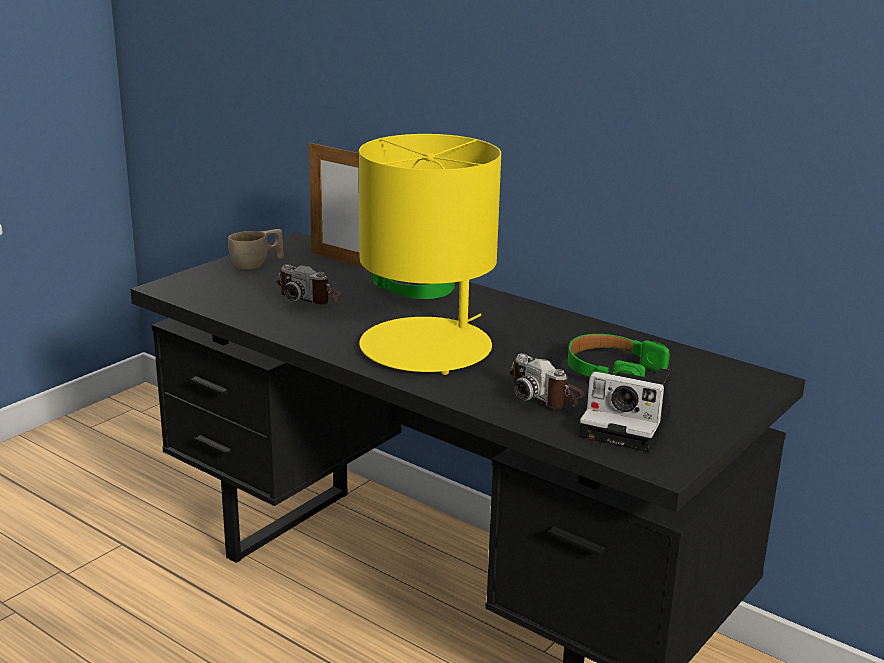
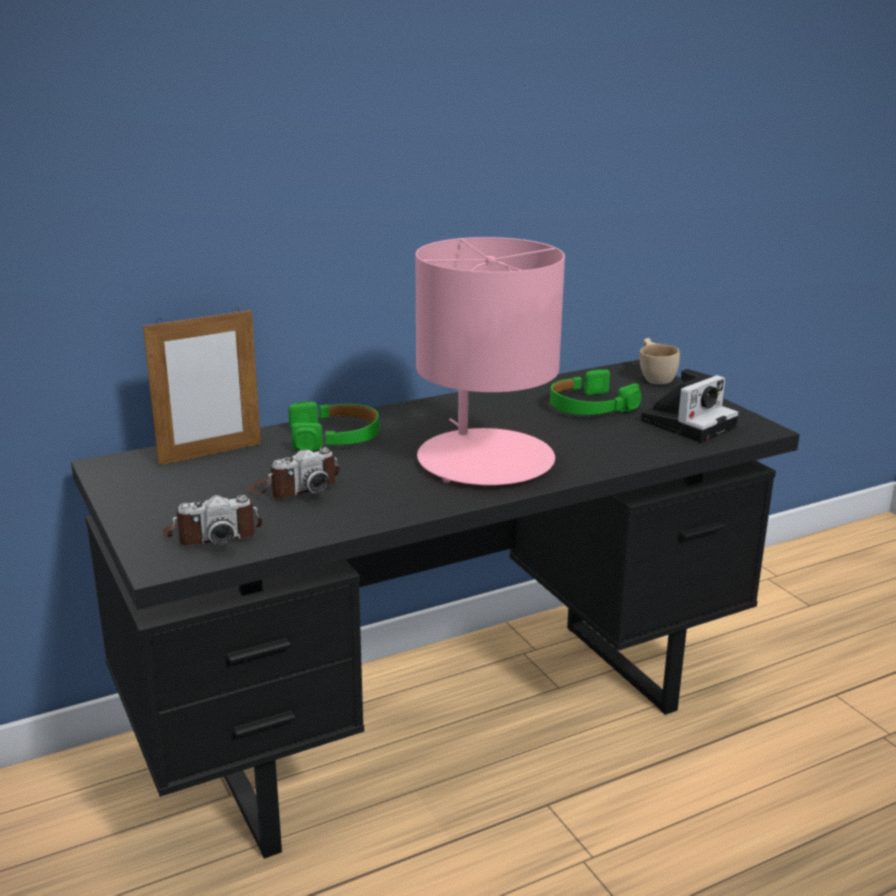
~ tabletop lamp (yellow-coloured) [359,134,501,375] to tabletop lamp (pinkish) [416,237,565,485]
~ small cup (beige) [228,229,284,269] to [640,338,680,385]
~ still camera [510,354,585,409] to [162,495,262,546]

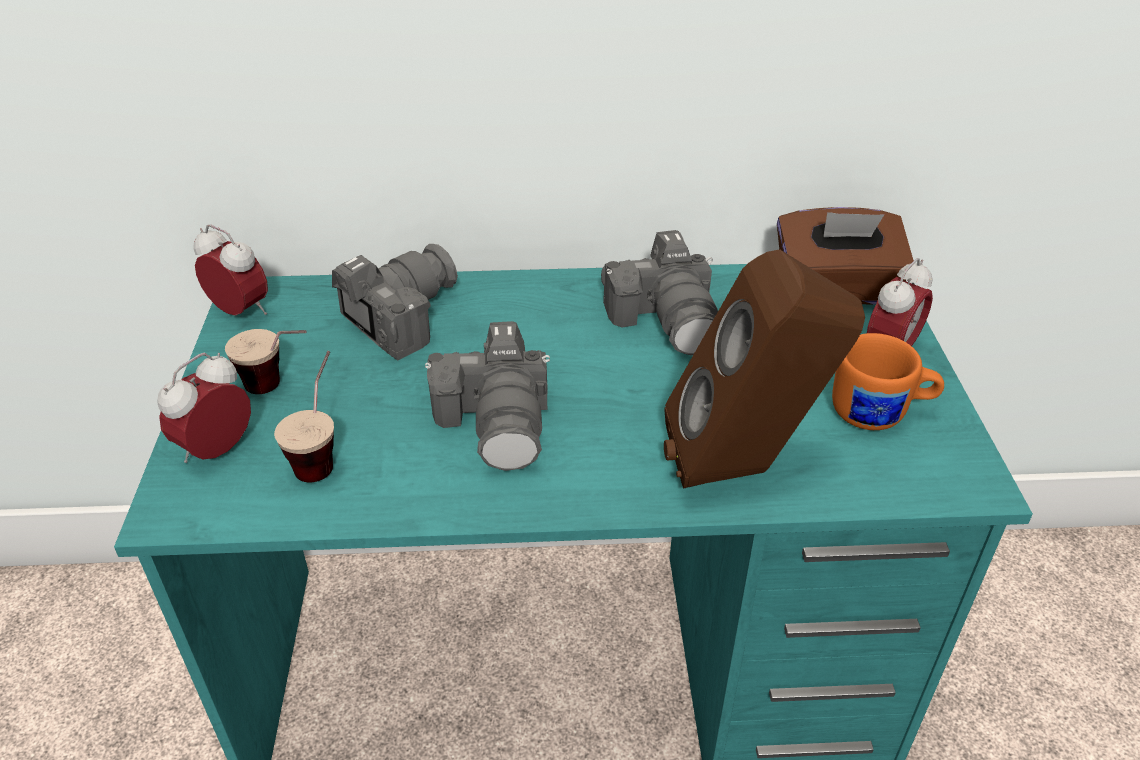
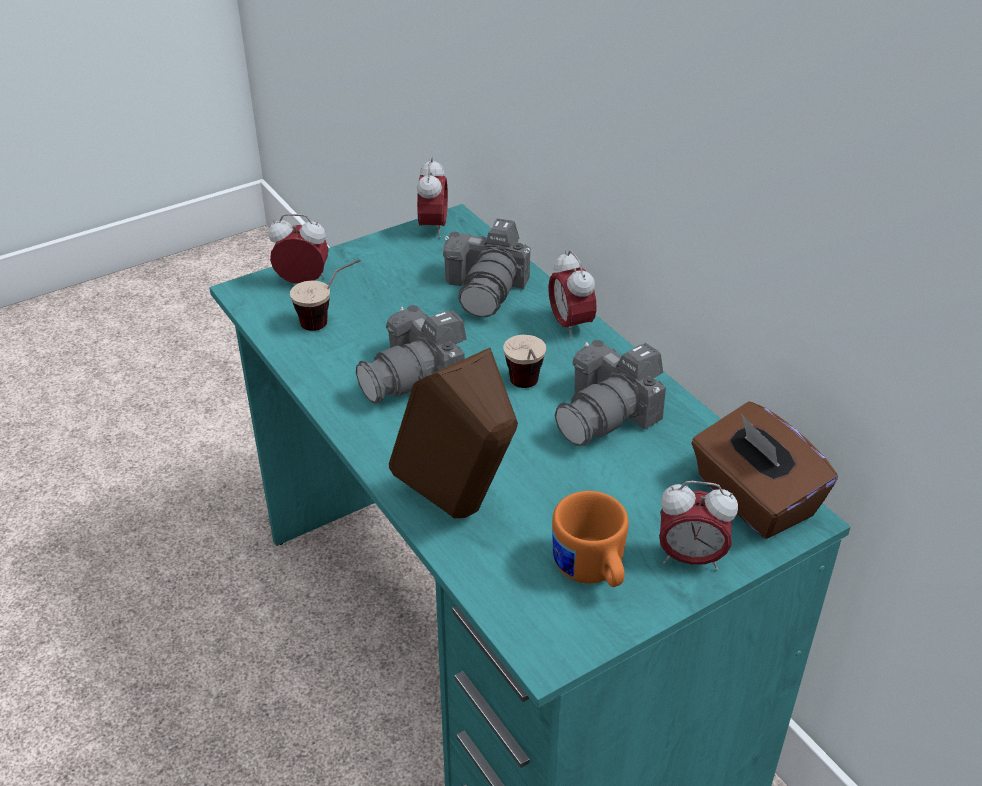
~ still camera [332,244,458,361] = [443,218,530,317] 90 degrees clockwise
~ small cup [225,329,307,394] to [503,335,546,388]
+ alarm clock [548,250,596,340]

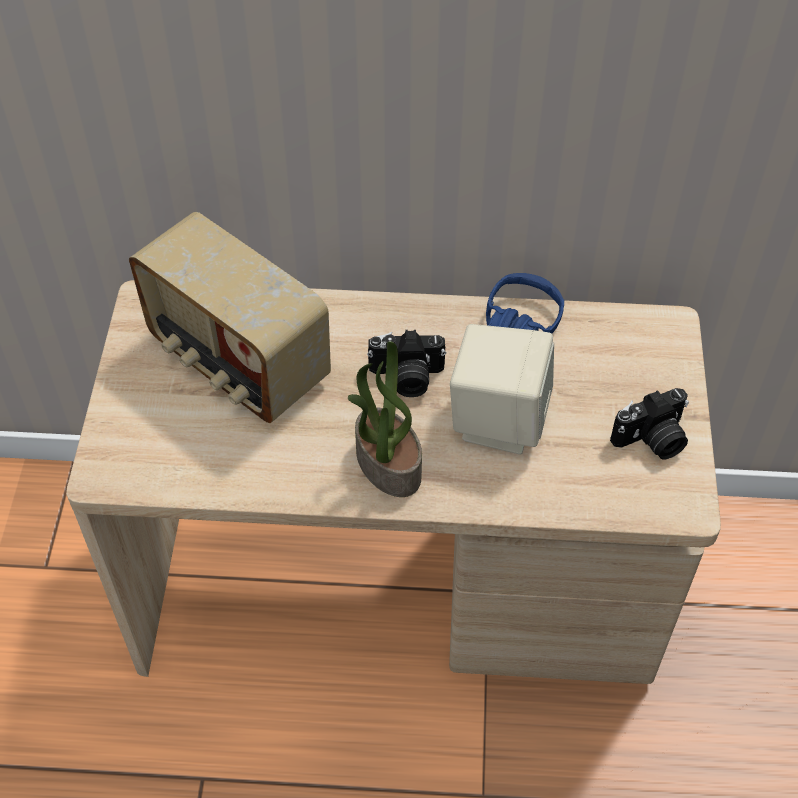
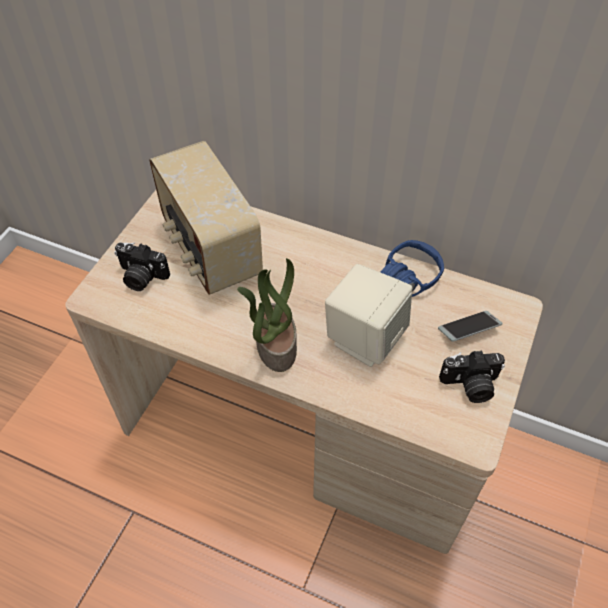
~ still camera [367,330,446,397] to [114,243,170,291]
+ phone [438,311,503,342]

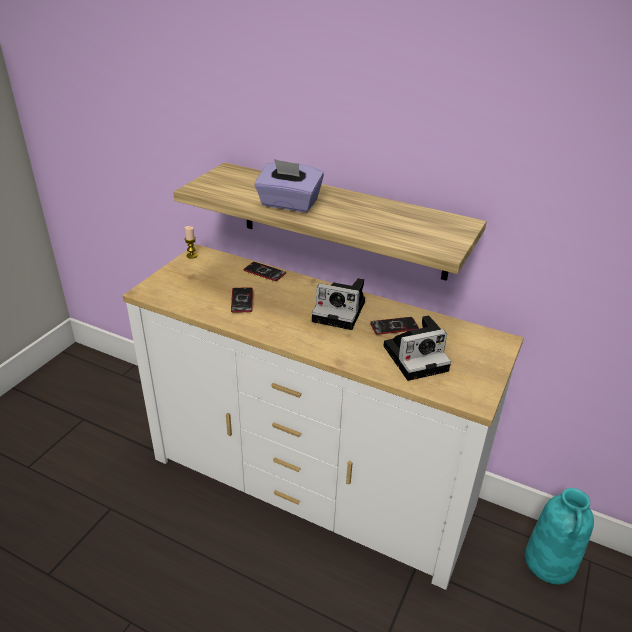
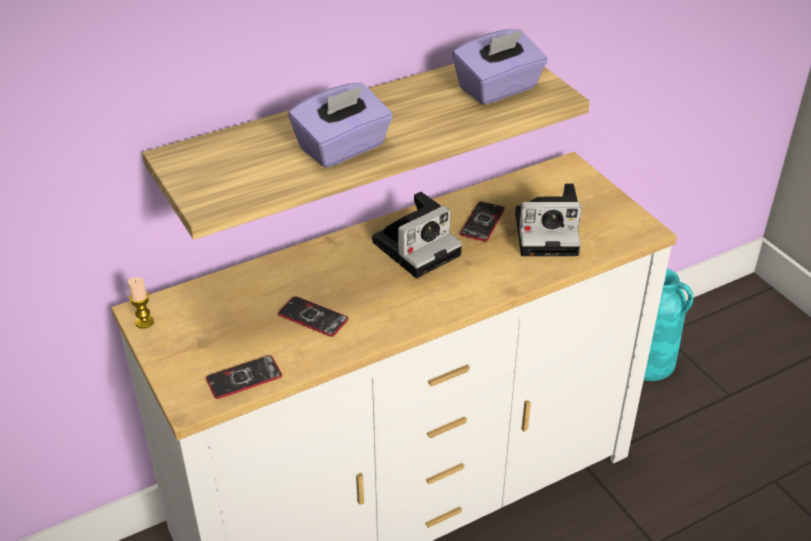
~ phone [244,262,286,281] to [206,355,282,399]
~ still camera [384,315,451,381] = [515,183,581,256] 75 degrees clockwise
+ tissue box (purplish) [452,29,547,105]

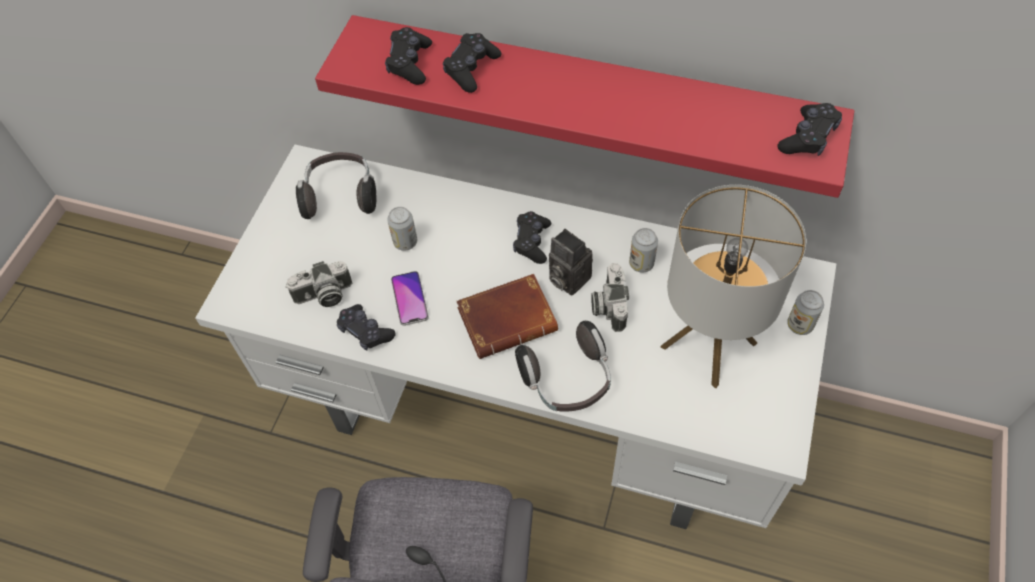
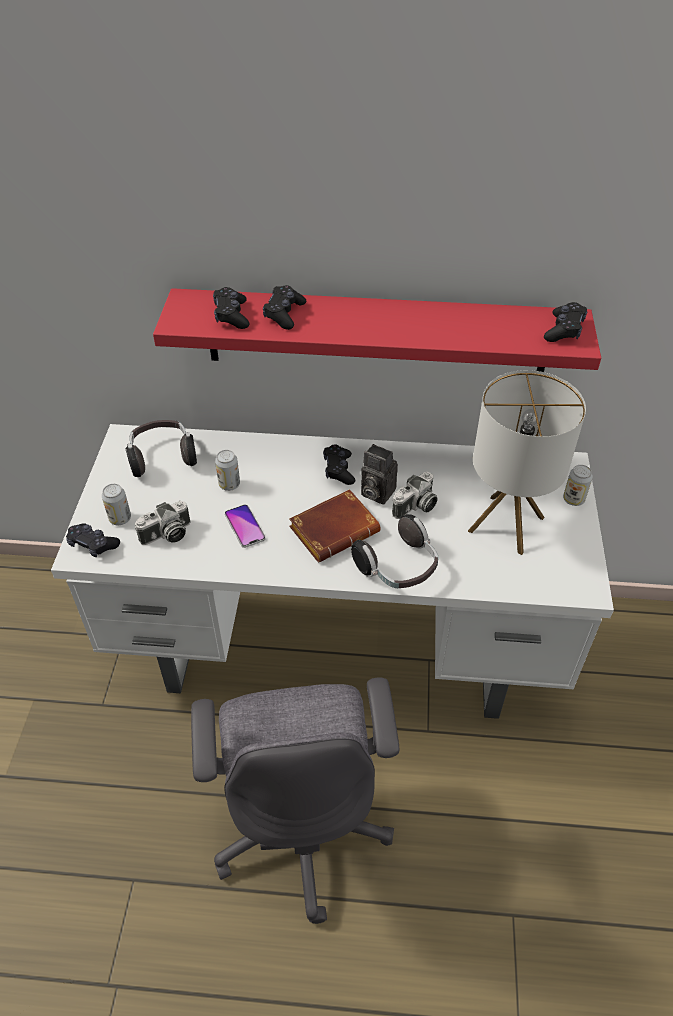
~ metal can [629,228,658,273] to [102,484,131,525]
~ still camera [591,263,629,332] = [392,472,438,519] 120 degrees counterclockwise
~ gamepad (black-coloured) [337,304,396,351] to [66,523,120,557]

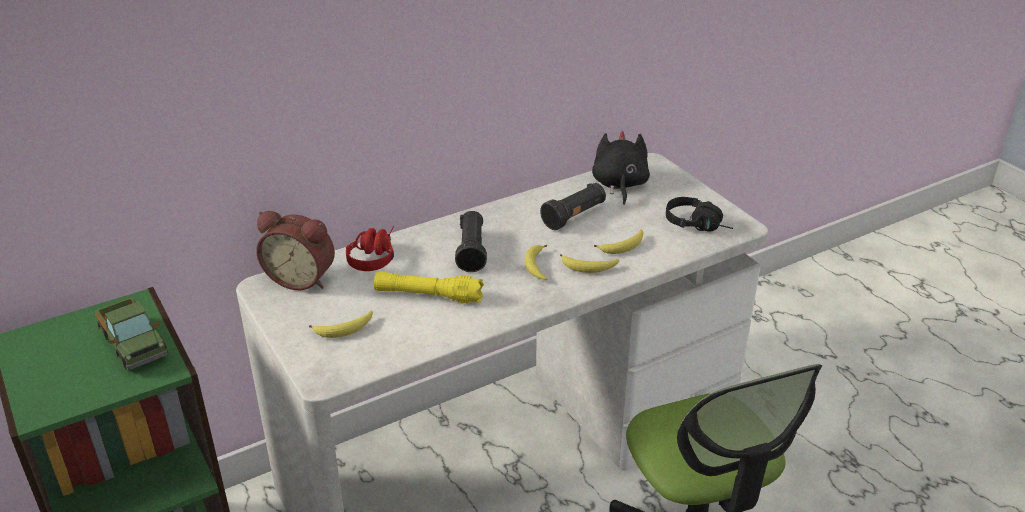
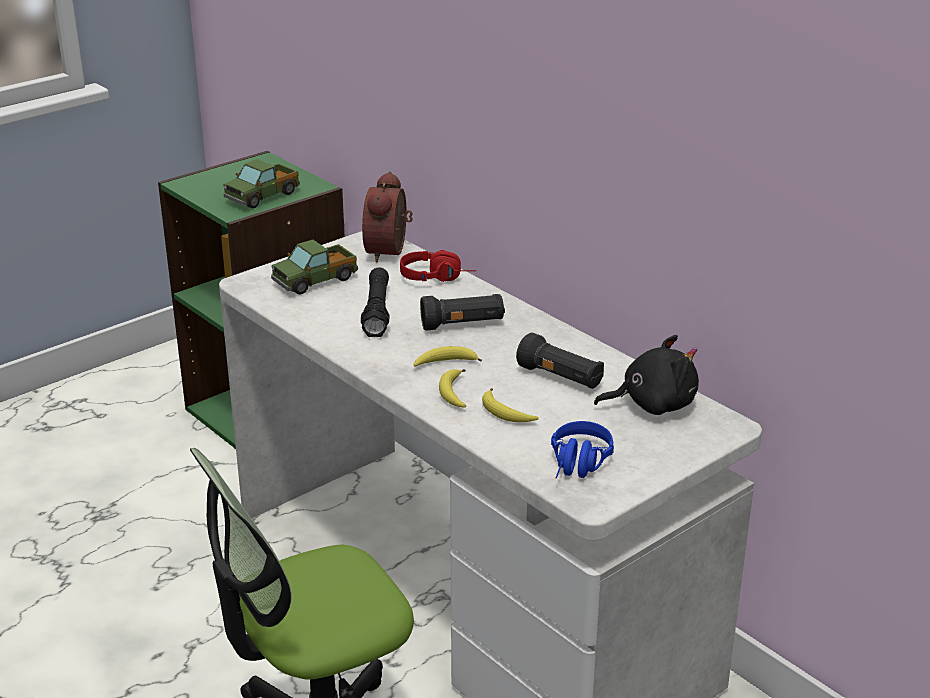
~ pair of headphones (black-coloured) [666,197,733,232] to pair of headphones (bluish) [551,421,614,479]
~ torch (yellow-coloured) [374,271,484,303] to torch (black-coloured) [361,267,389,337]
~ whole banana [309,311,373,338] to model truck [271,240,358,295]

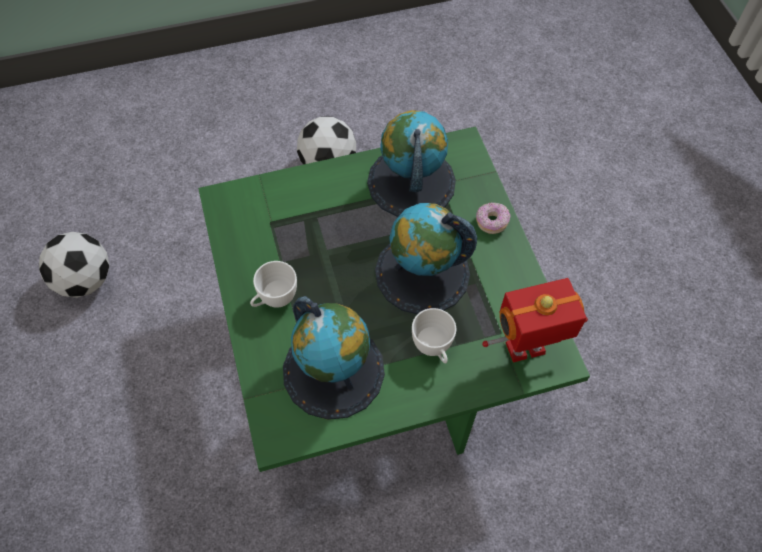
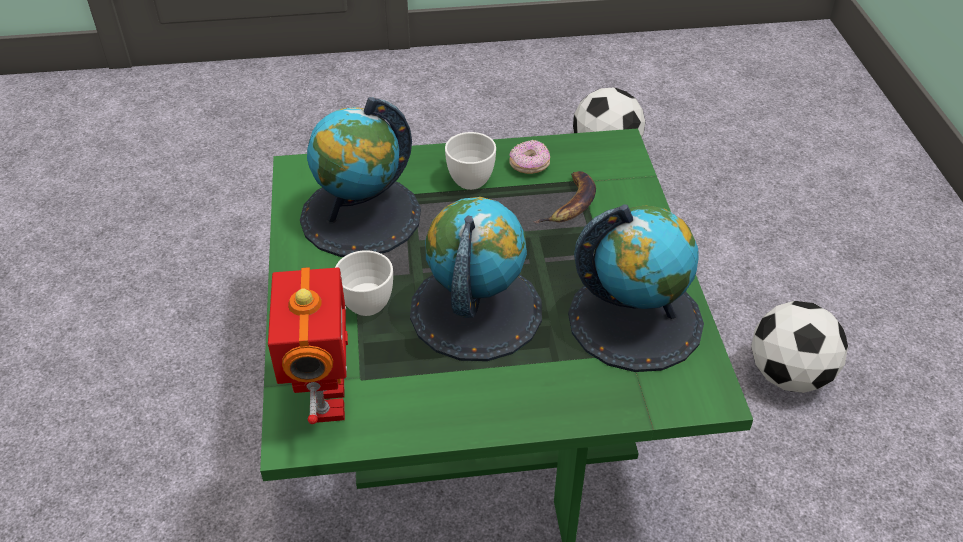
~ doughnut [476,203,510,234] to [509,140,550,174]
+ whole banana [533,171,596,223]

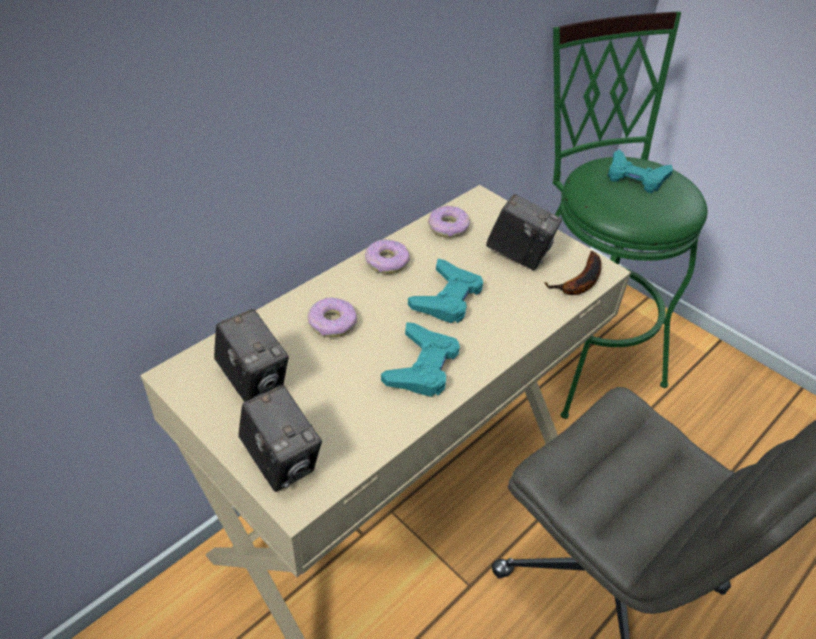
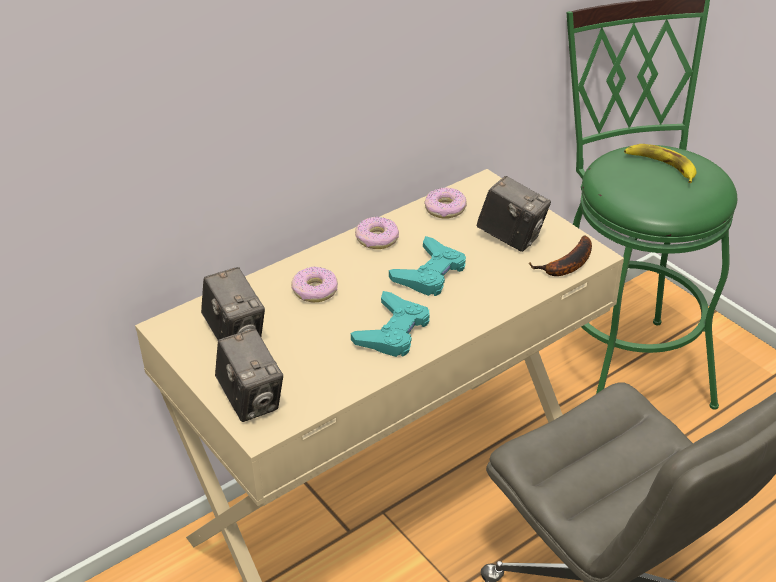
~ gamepad (turquoise) [608,149,673,193] to whole banana [624,144,696,183]

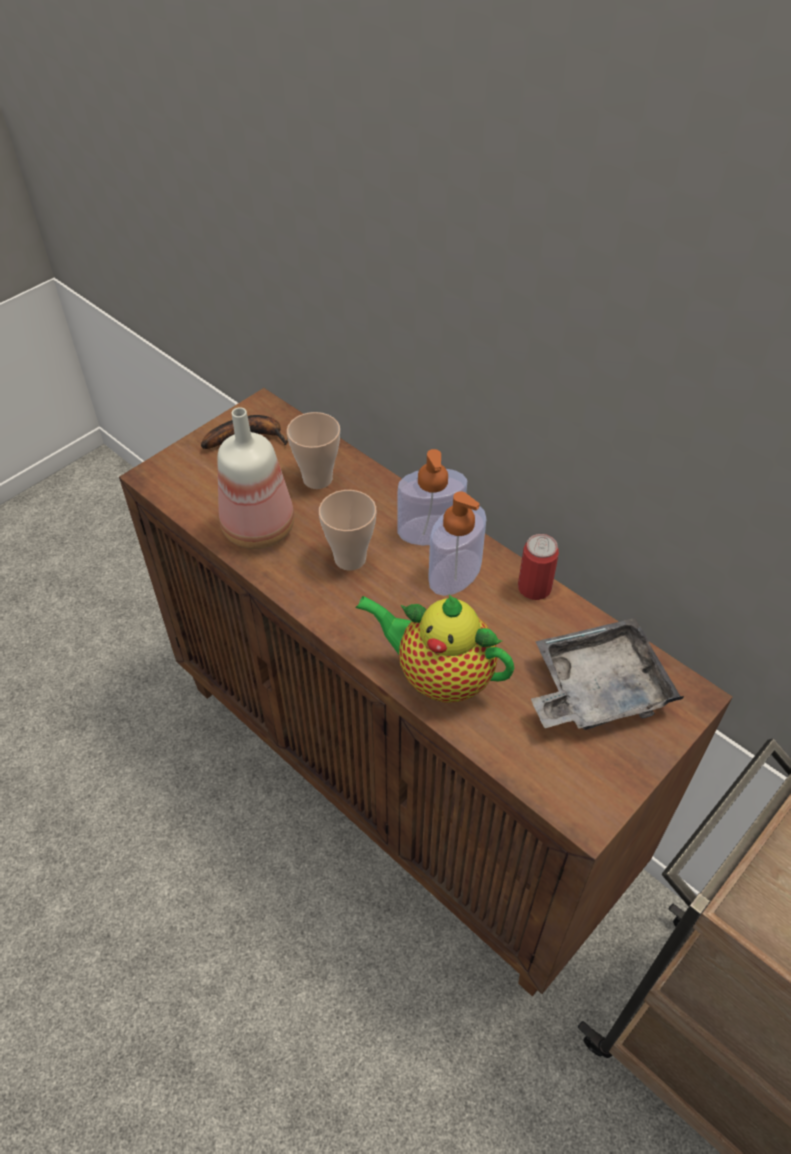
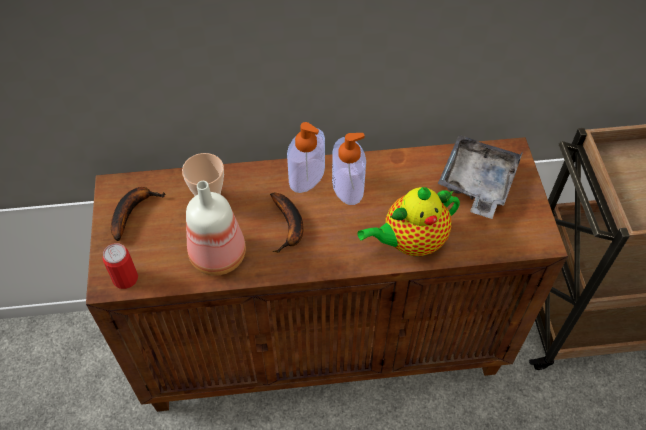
~ small cup [319,490,376,571] to whole banana [270,193,304,253]
~ metal can [518,534,559,600] to [103,243,138,289]

